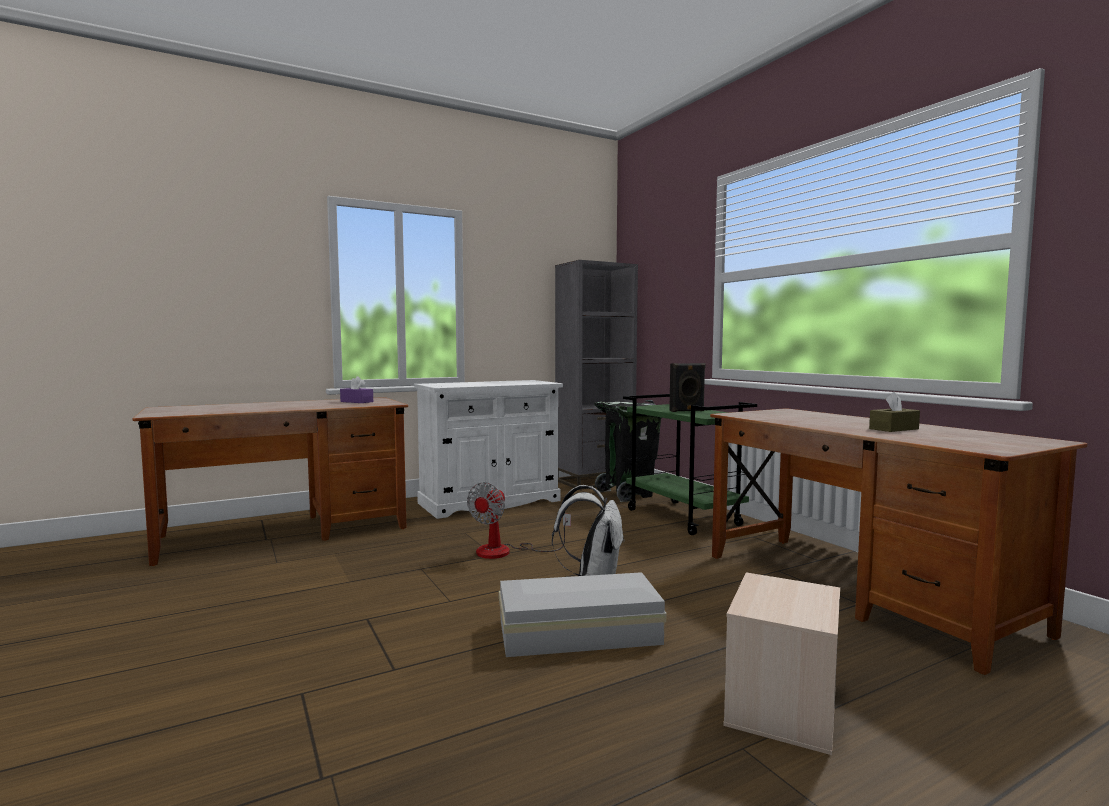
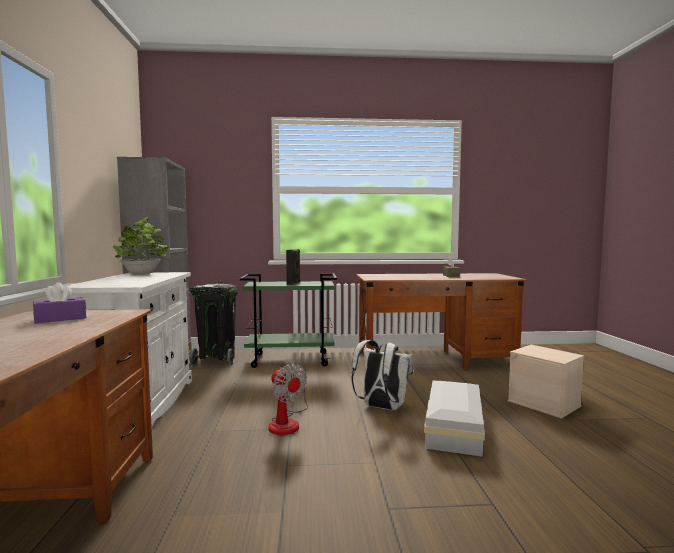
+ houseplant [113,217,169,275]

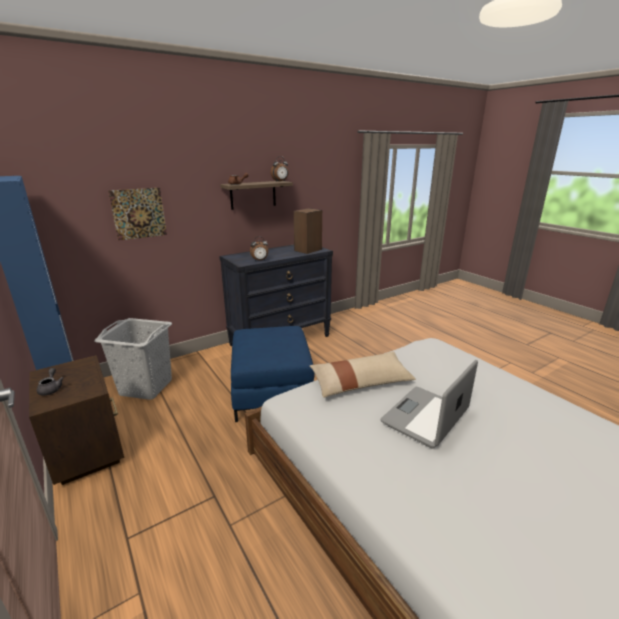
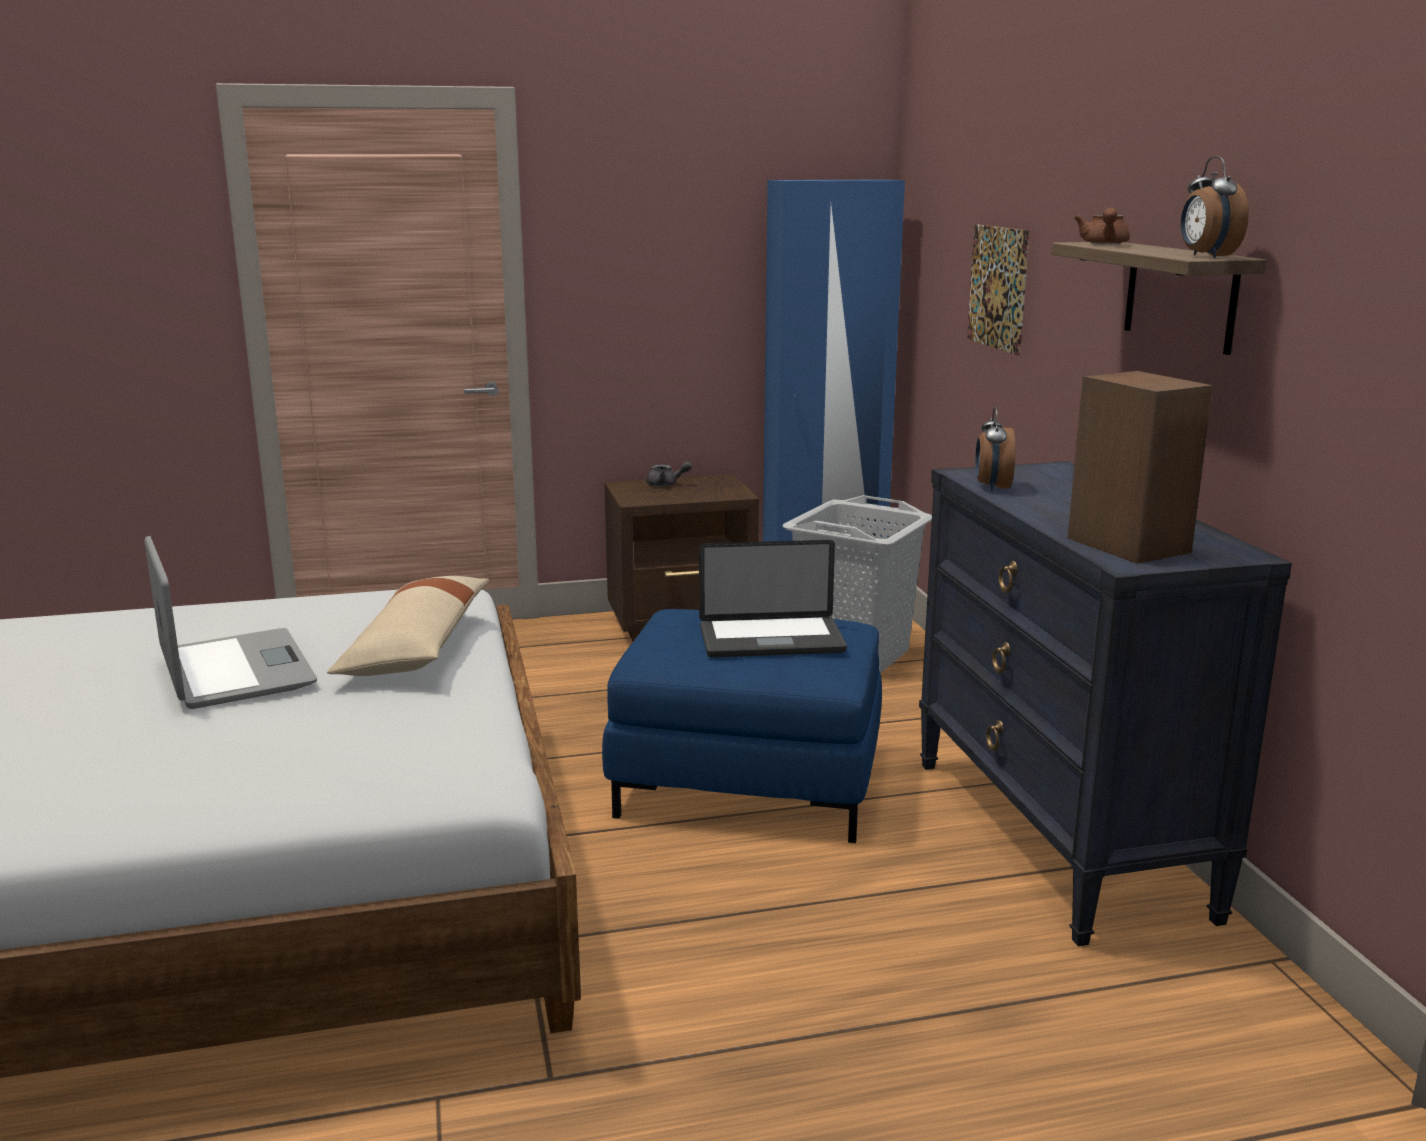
+ portable computer [699,540,847,658]

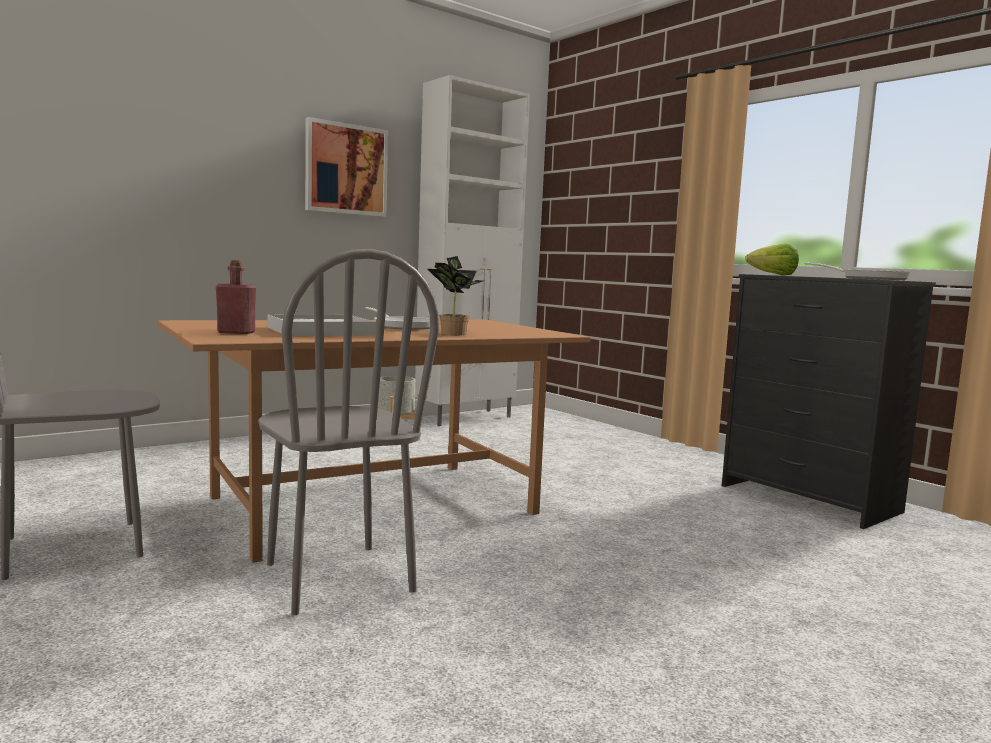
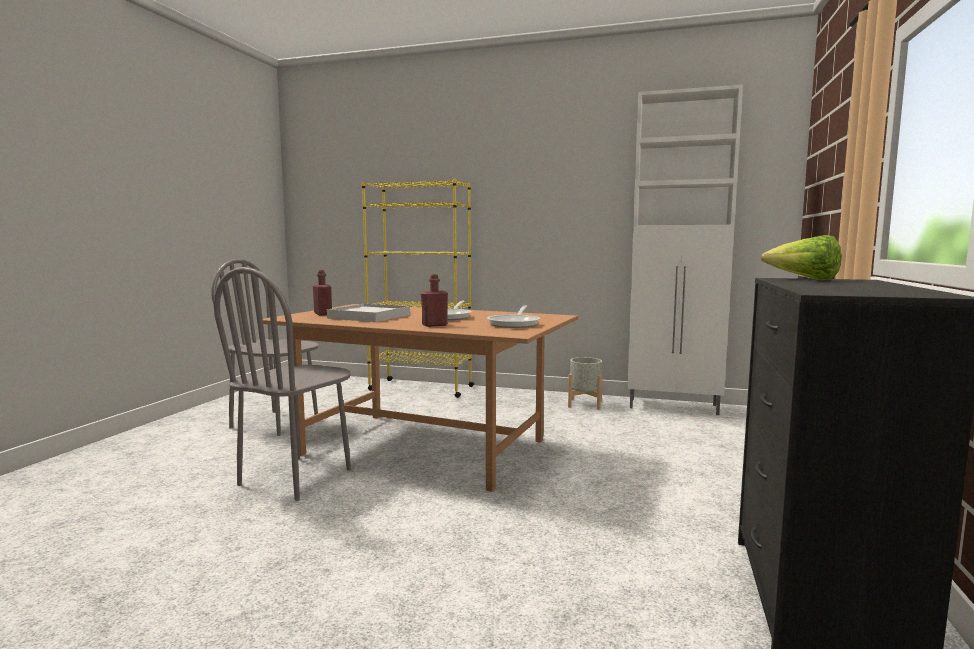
- picture [305,117,388,217]
~ houseplant [428,256,483,335] to bottle (reddish) [421,274,448,327]
~ frying pan [804,262,913,280] to [487,305,540,328]
+ bookcase (yellow-coloured) [362,179,474,398]

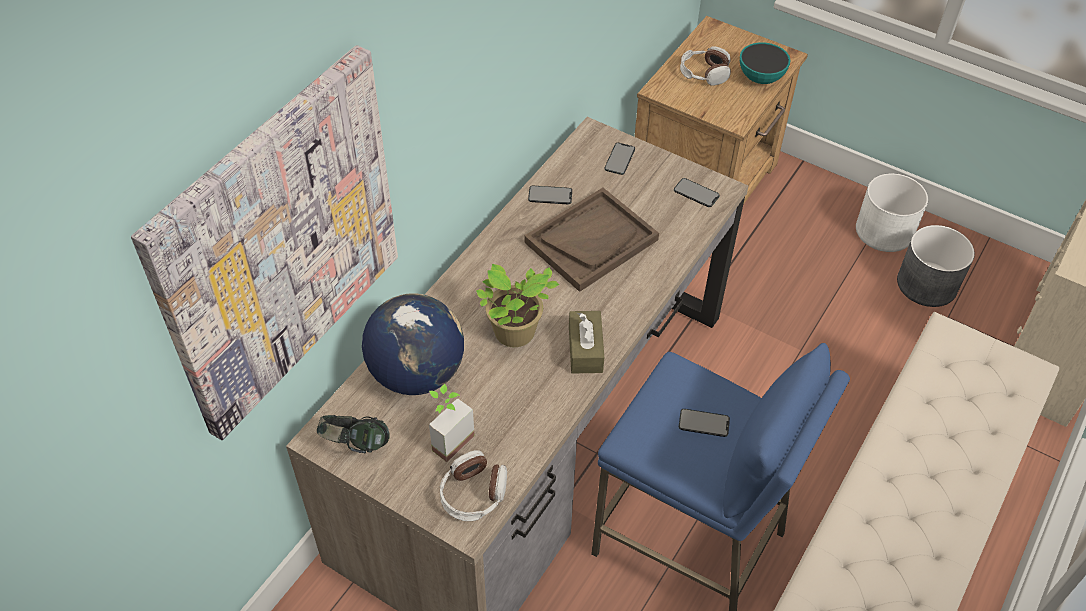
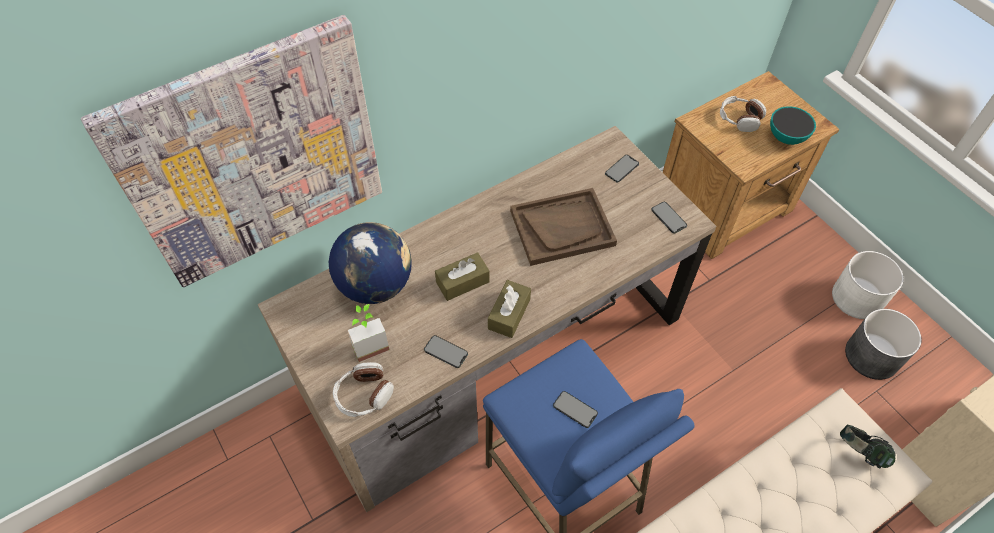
~ phone [528,186,572,204] to [424,335,468,368]
~ houseplant [476,264,559,347] to tissue box (brown-coloured) [435,252,490,301]
~ pair of headphones [317,415,390,453] to [840,425,895,468]

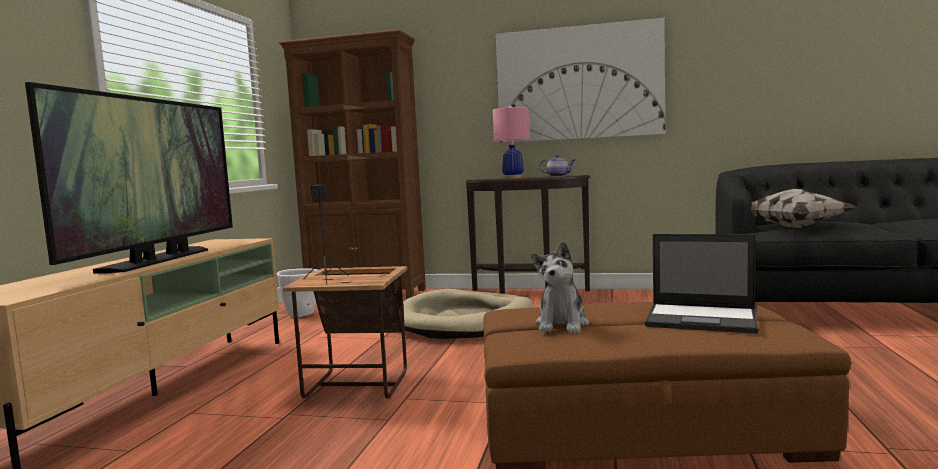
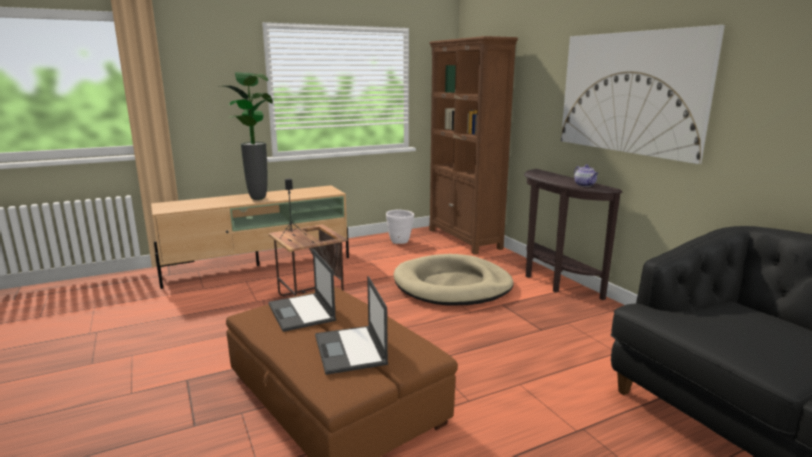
~ TV set [25,82,233,274] to houseplant [218,72,273,200]
- tabletop lamp (pinkish) [493,106,530,179]
- pillow [751,189,856,228]
~ cuddly toy [531,242,589,333] to portable computer [268,249,336,332]

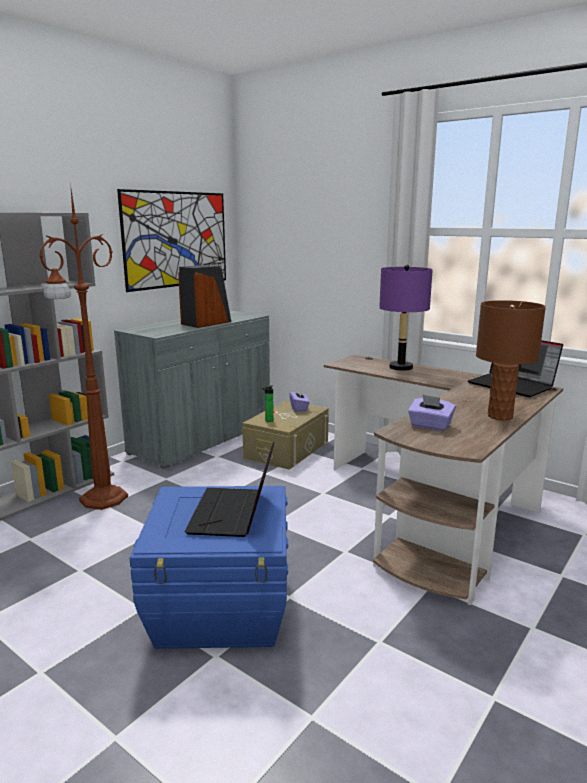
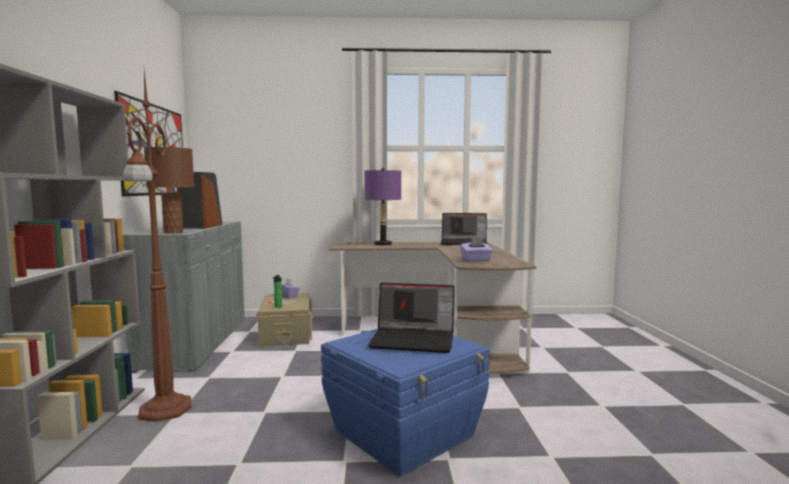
~ tabletop lamp (brown-coloured) [476,300,546,420] to [144,147,194,234]
~ portable computer [185,442,275,537] = [368,283,455,353] 45 degrees counterclockwise

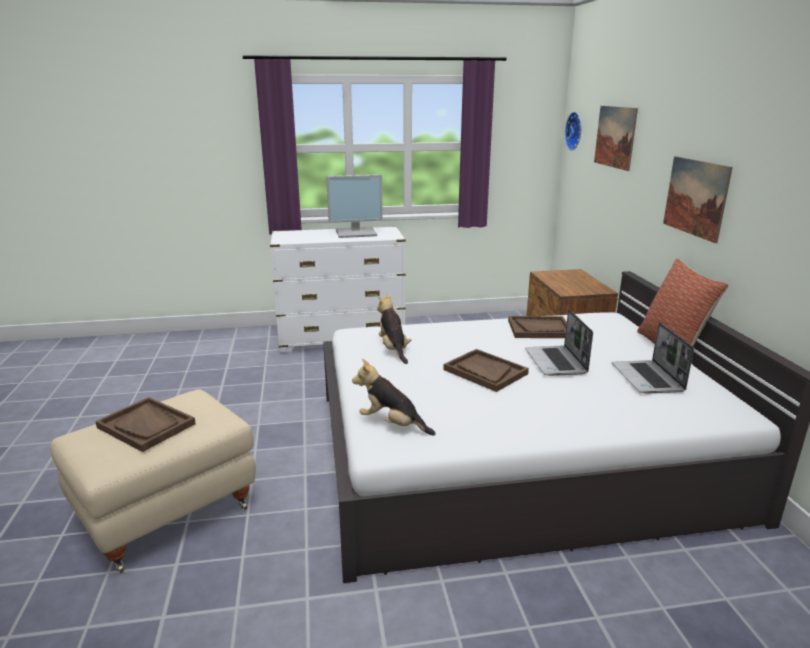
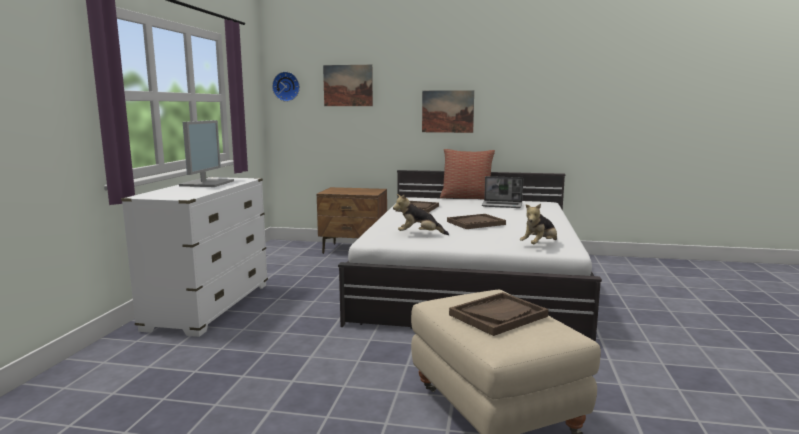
- portable computer [525,309,593,376]

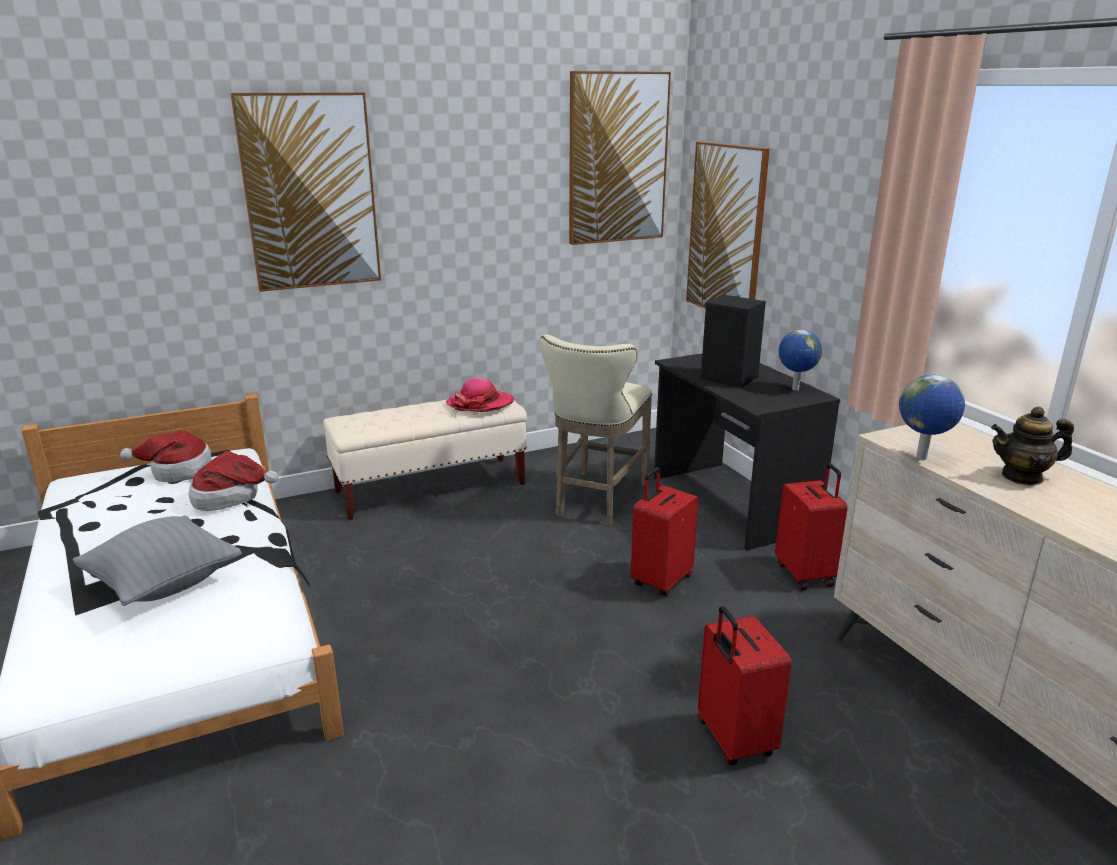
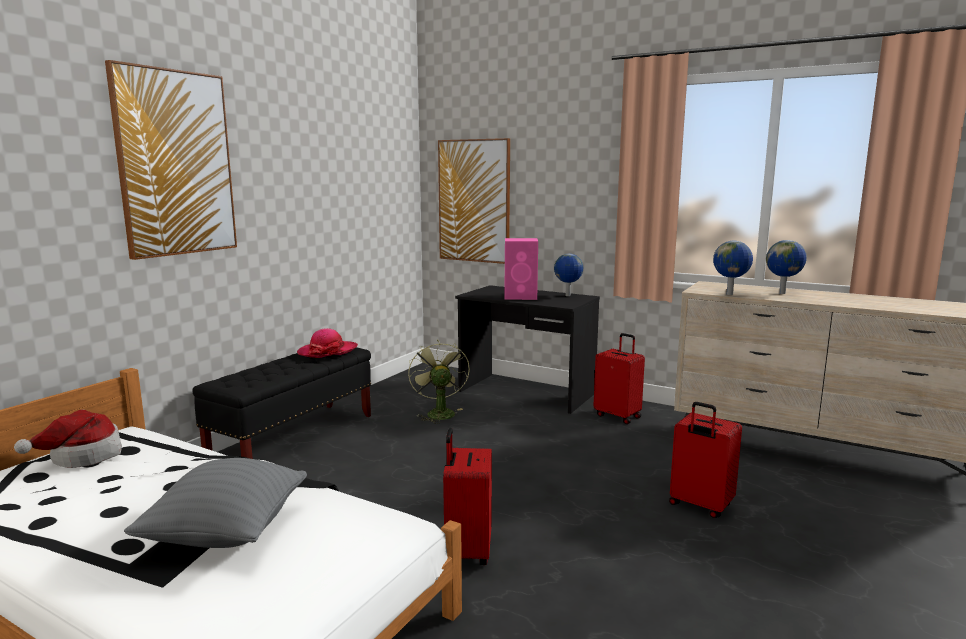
- picture [569,71,671,245]
~ audio speaker (black-coloured) [701,295,766,388] to audio speaker (pinkish) [504,238,538,300]
~ sitting stool (beige) [540,334,652,525] to cooling fan (green-coloured) [408,340,470,424]
~ indoor bench (beige) [323,399,527,520] to indoor bench (black-coloured) [192,347,371,459]
~ teapot [991,407,1074,485] to globe [766,240,807,294]
- clothing hat [189,451,278,511]
~ piece of luggage (reddish) [630,467,699,596] to [443,428,492,565]

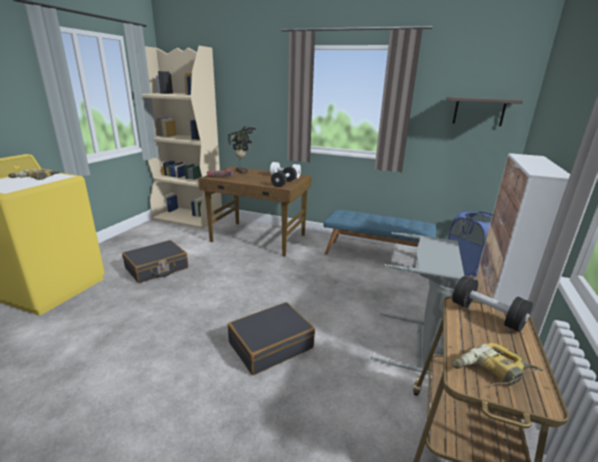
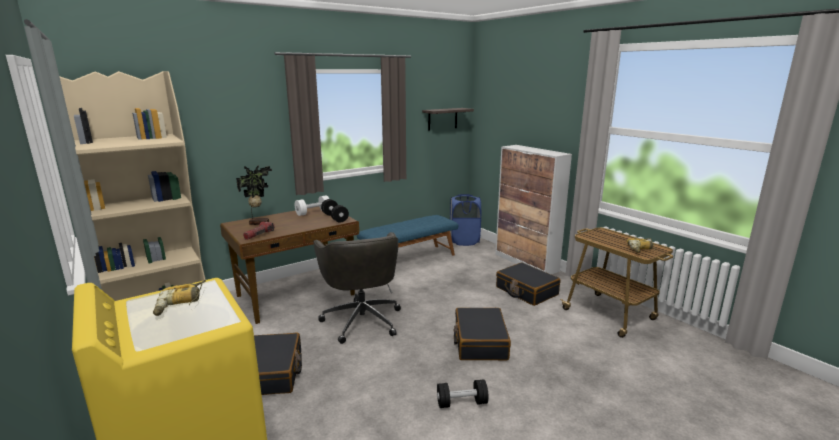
~ hamper (gray) [371,232,464,375] to piece of luggage (black-coloured) [496,262,561,306]
~ dumbbell (black-coloured) [452,276,533,332] to [437,379,489,408]
+ computer chair (gray) [313,232,401,344]

